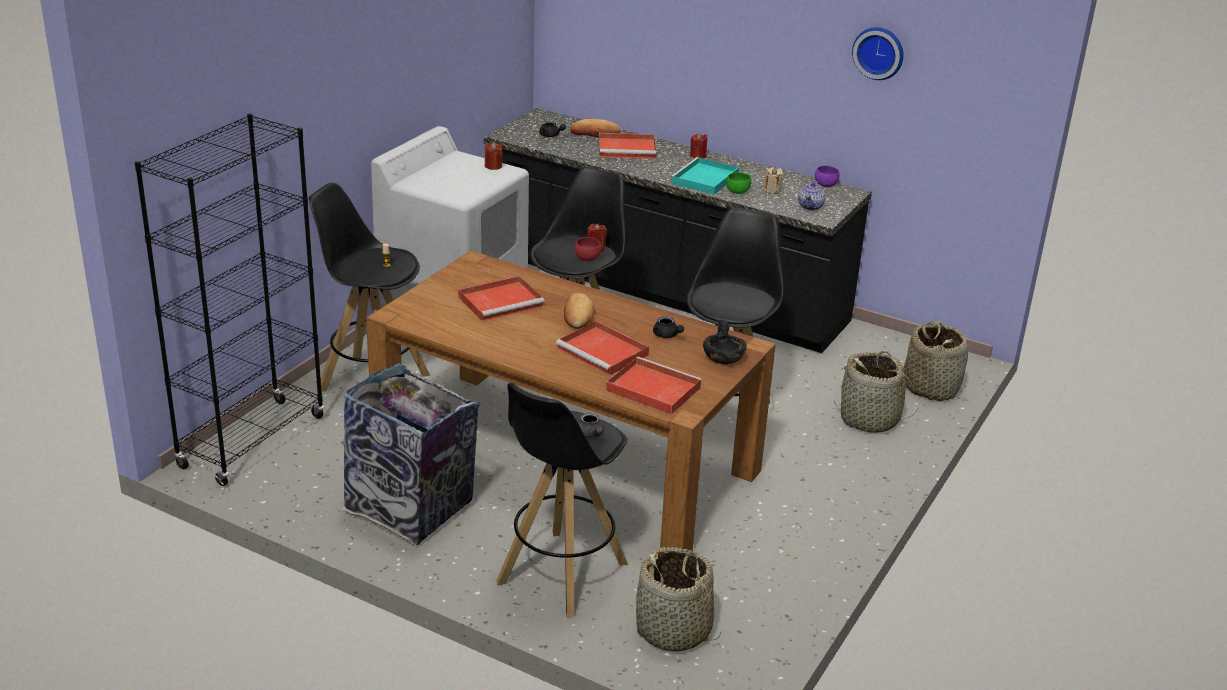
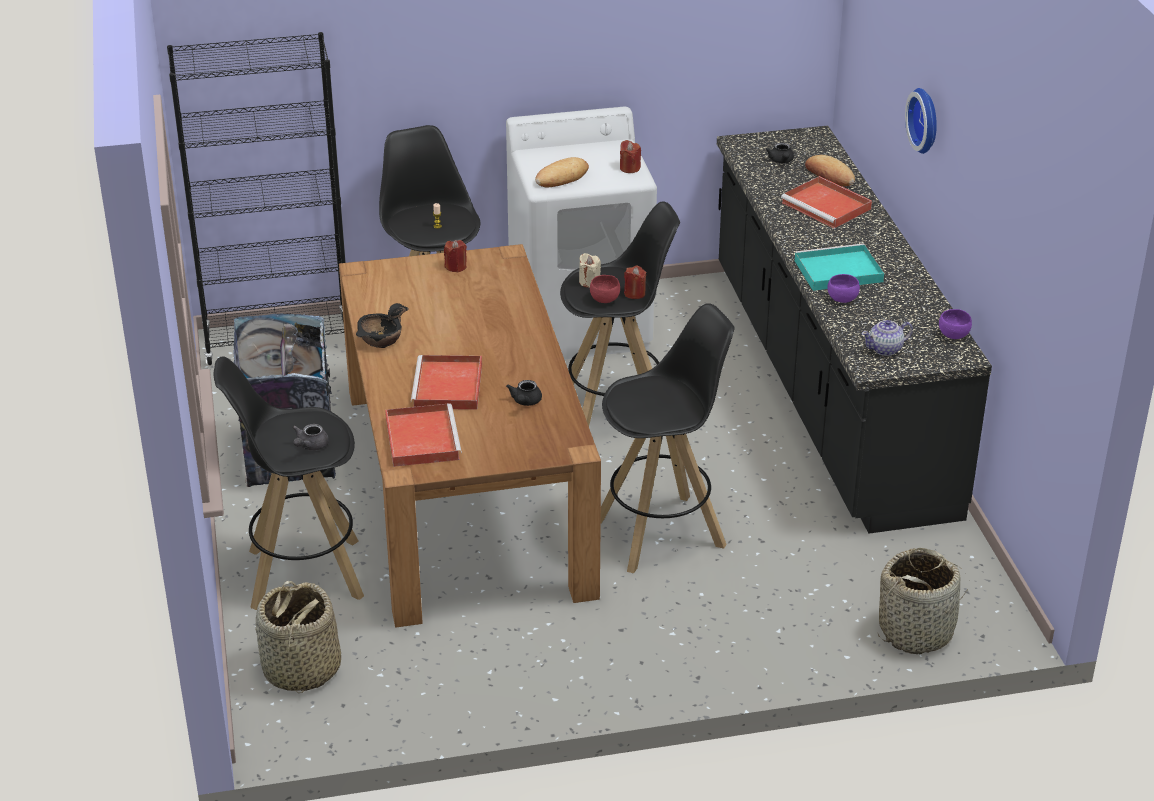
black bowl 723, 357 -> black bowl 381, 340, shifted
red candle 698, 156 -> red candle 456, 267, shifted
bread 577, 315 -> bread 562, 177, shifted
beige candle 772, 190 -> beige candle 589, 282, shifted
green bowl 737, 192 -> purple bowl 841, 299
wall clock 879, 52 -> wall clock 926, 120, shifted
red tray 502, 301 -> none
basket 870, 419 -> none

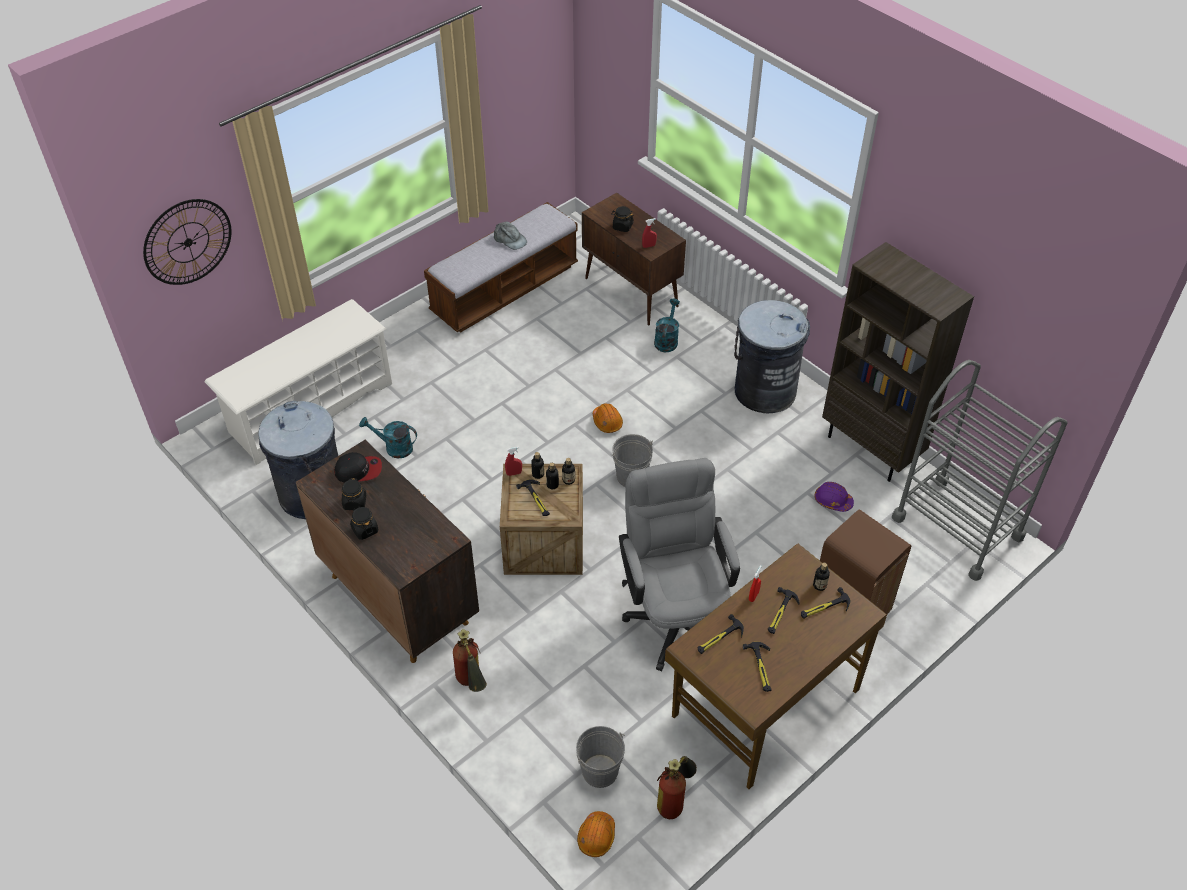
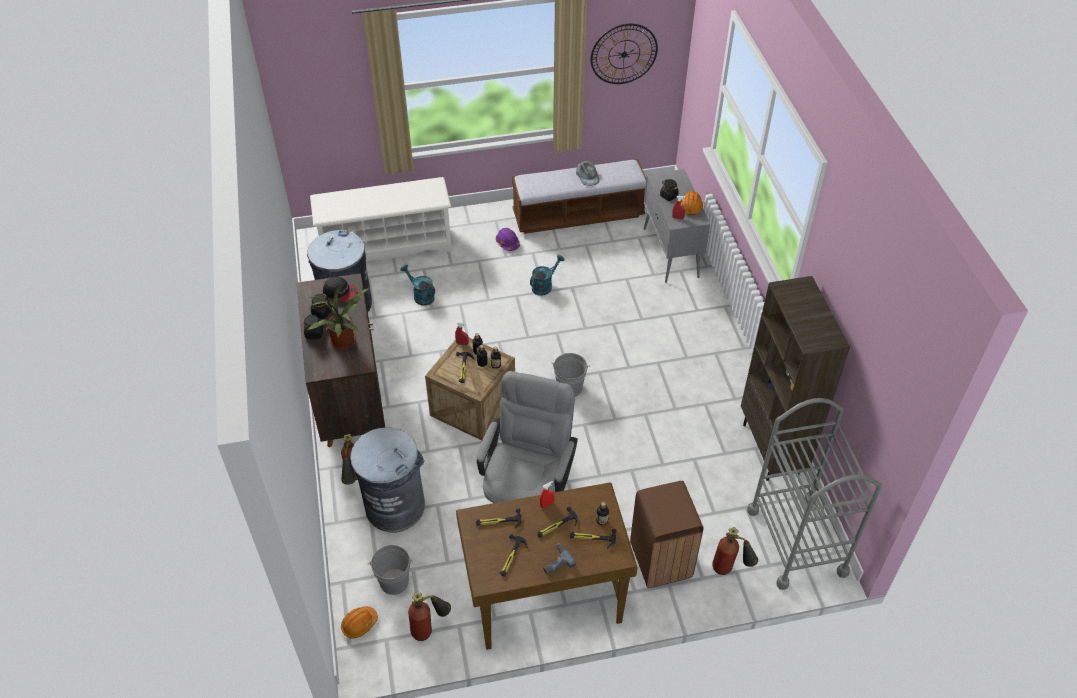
none -> potted plant 344, 343
grey trash can 764, 390 -> grey trash can 395, 506, shifted
purple hard hat 832, 501 -> purple hard hat 507, 243, shifted
turquoise watering can 667, 340 -> turquoise watering can 544, 285, shifted
none -> power drill 555, 561
wall clock 188, 242 -> wall clock 624, 54, shifted
brown cabinet 632, 293 -> grey cabinet 671, 253
orange hard hat 607, 422 -> orange hard hat 691, 207, shifted
none -> fire extinguisher 730, 569

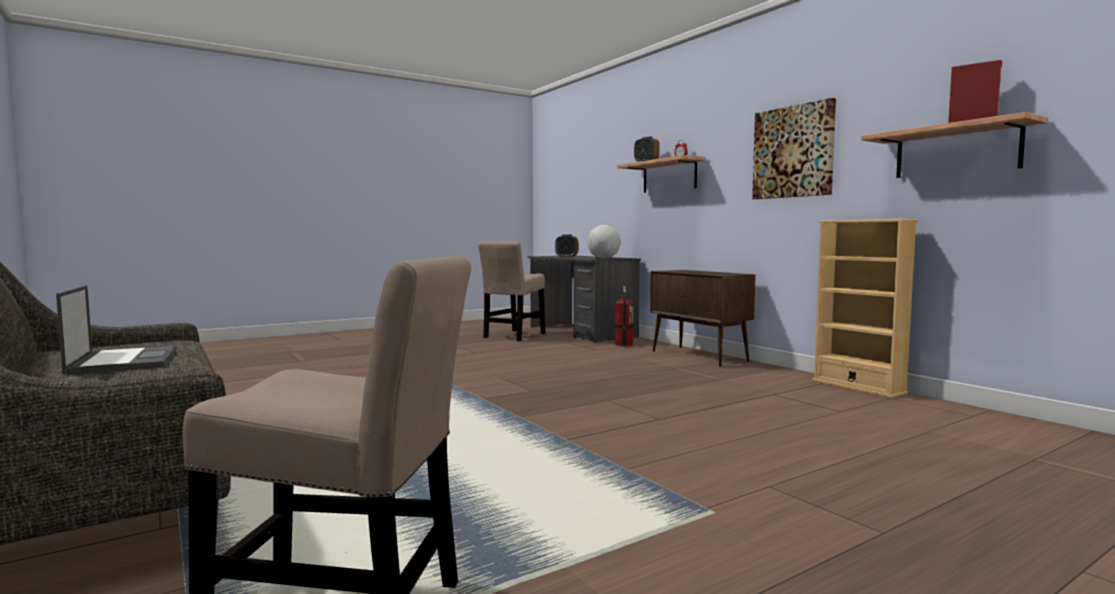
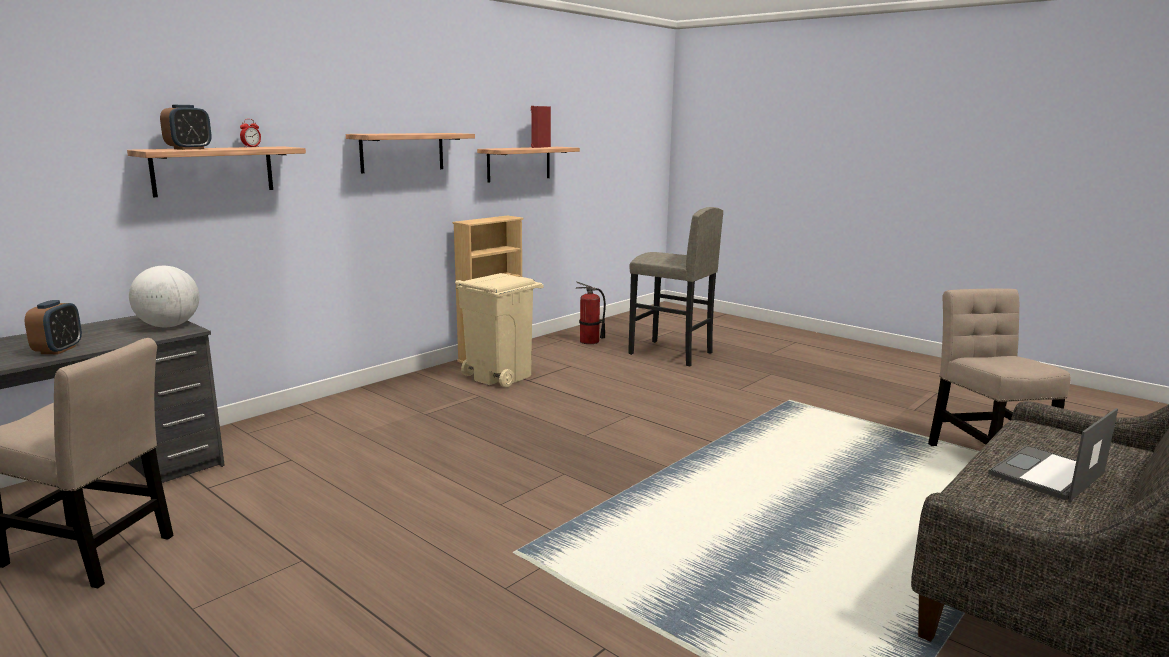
picture 793, 152 -> shelf 402, 152
none -> beige trash can 500, 376
fire extinguisher 623, 344 -> fire extinguisher 589, 341, shifted
none -> grey stool 670, 353
brown cabinet 699, 356 -> none

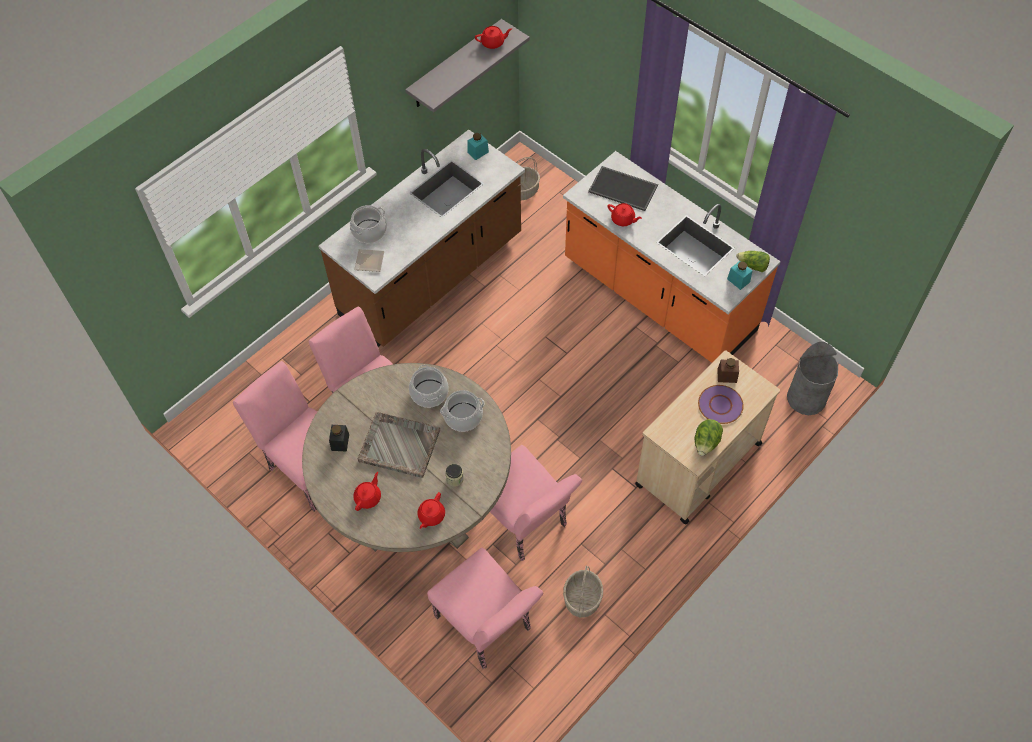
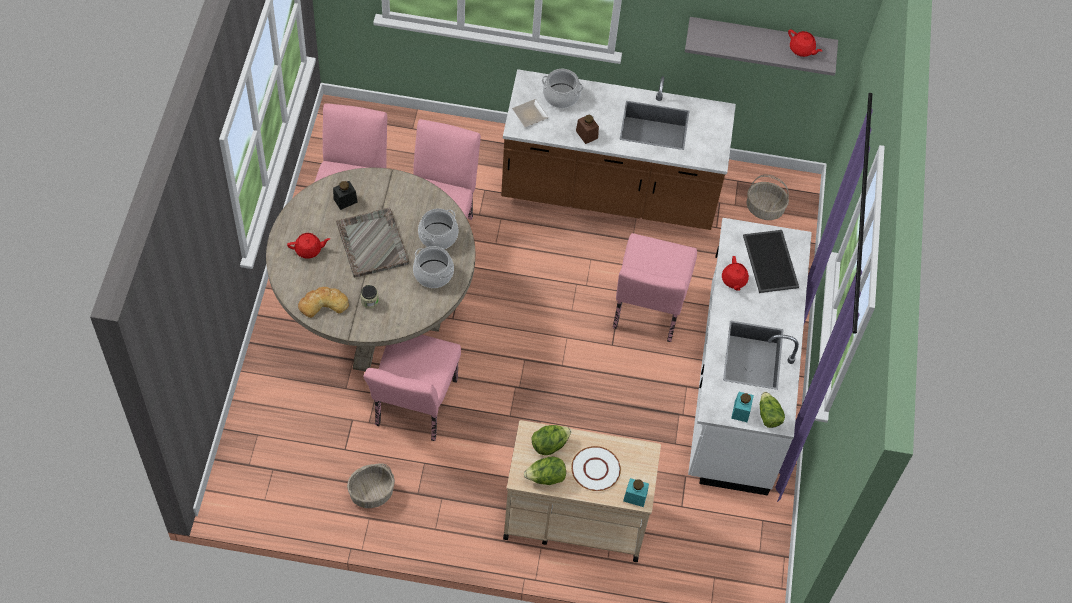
red teapot 431, 516 -> bread 323, 303
none -> lettuce 549, 445
purple plate 720, 405 -> white plate 596, 469
brown jar 727, 376 -> brown jar 586, 134, shifted
pink chair 488, 628 -> pink chair 647, 312, shifted
turquoise jar 478, 152 -> turquoise jar 635, 496, shifted
orange counter 658, 297 -> white counter 735, 388
grey trash can 806, 398 -> none

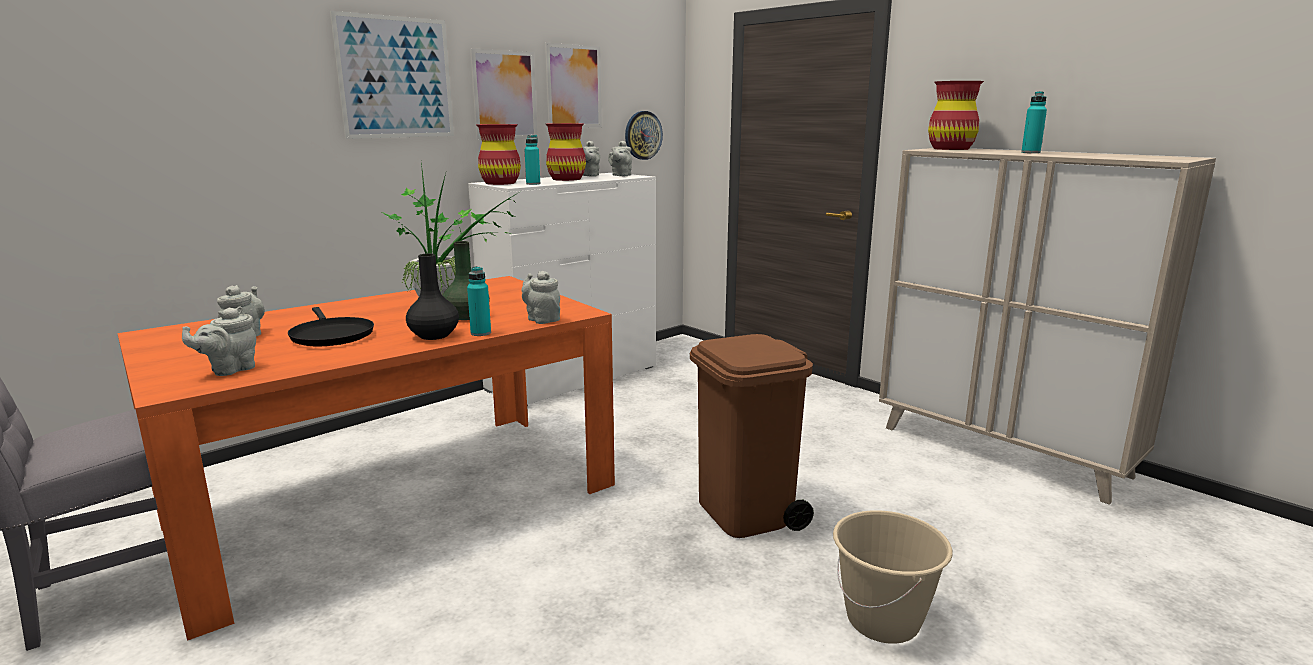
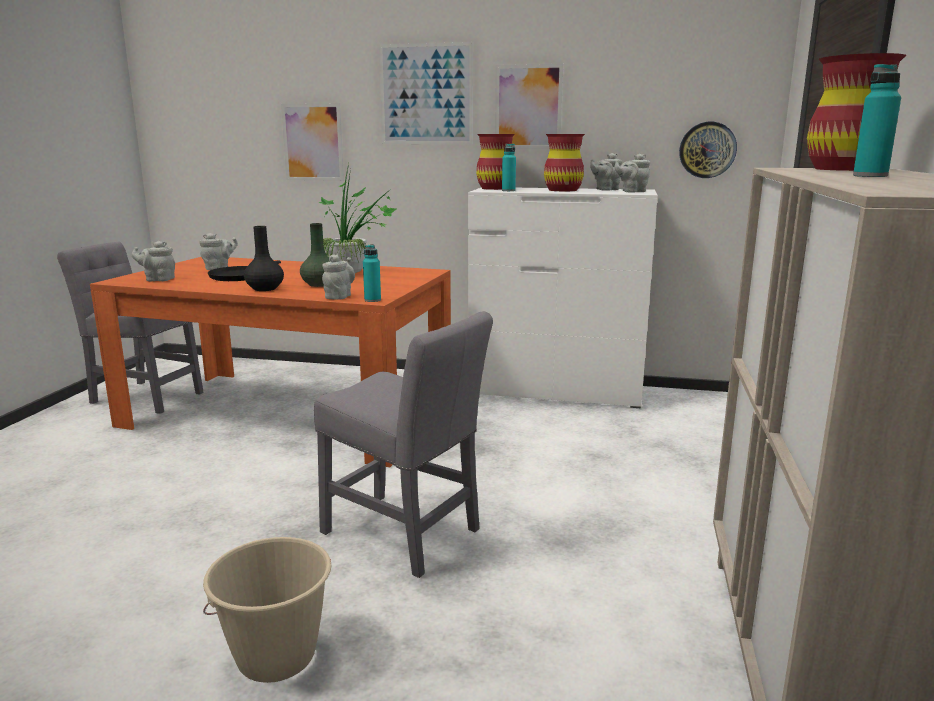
picture 574, 86 -> picture 313, 142, shifted
brown trash can 746, 513 -> grey chair 406, 535
turquoise bottle 481, 333 -> turquoise bottle 372, 300, shifted

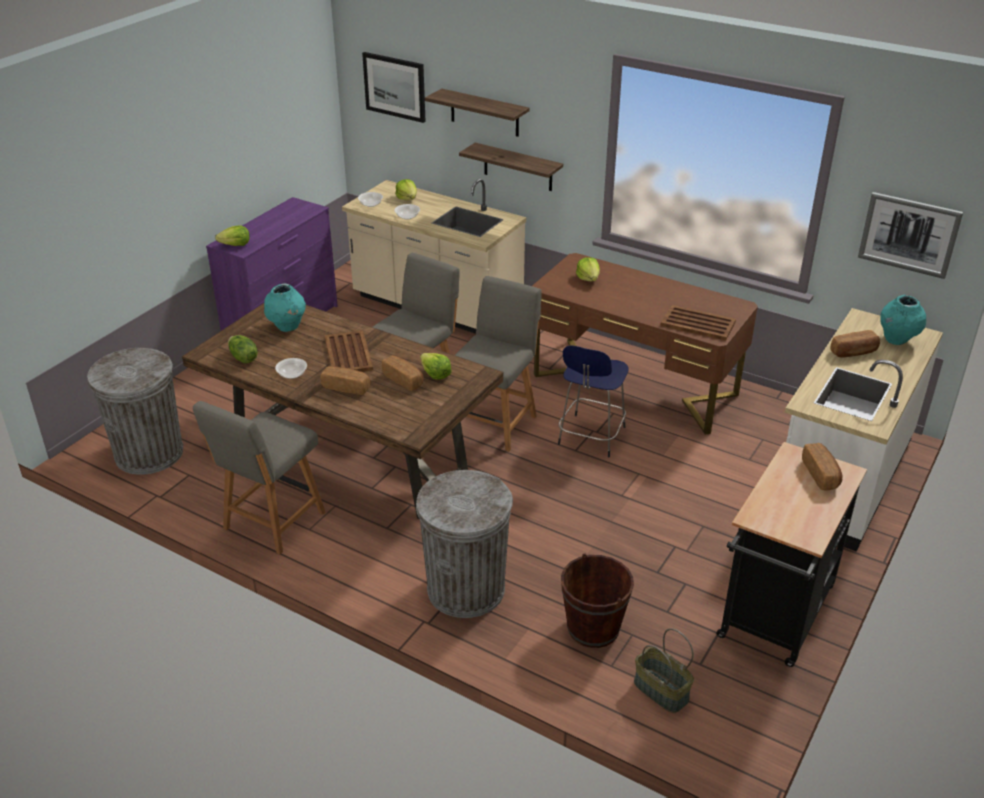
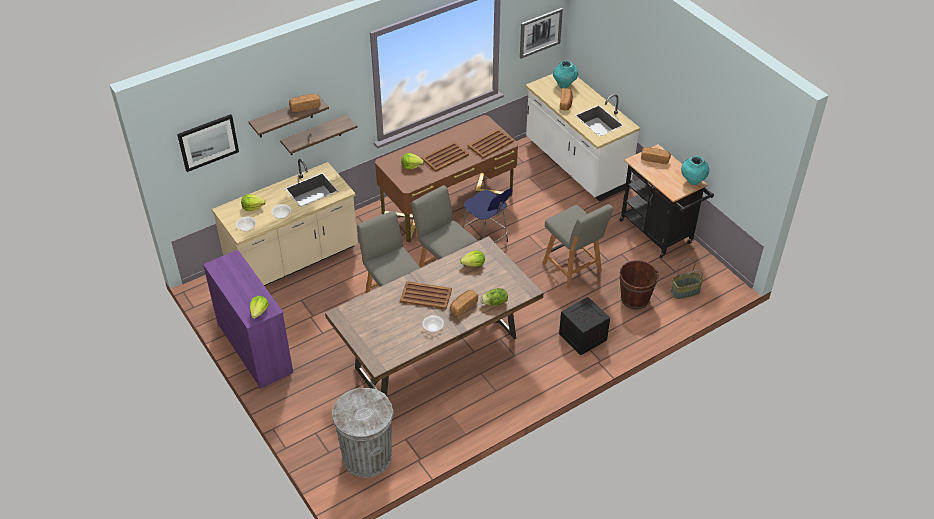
bread 404, 380 -> bread 305, 107, shifted
none -> brown tray 445, 157
lettuce 243, 358 -> lettuce 495, 303, shifted
grey chair 272, 523 -> grey chair 573, 269, shifted
grey trash can 465, 589 -> crate 582, 337
turquoise vase 287, 327 -> turquoise vase 693, 181, shifted

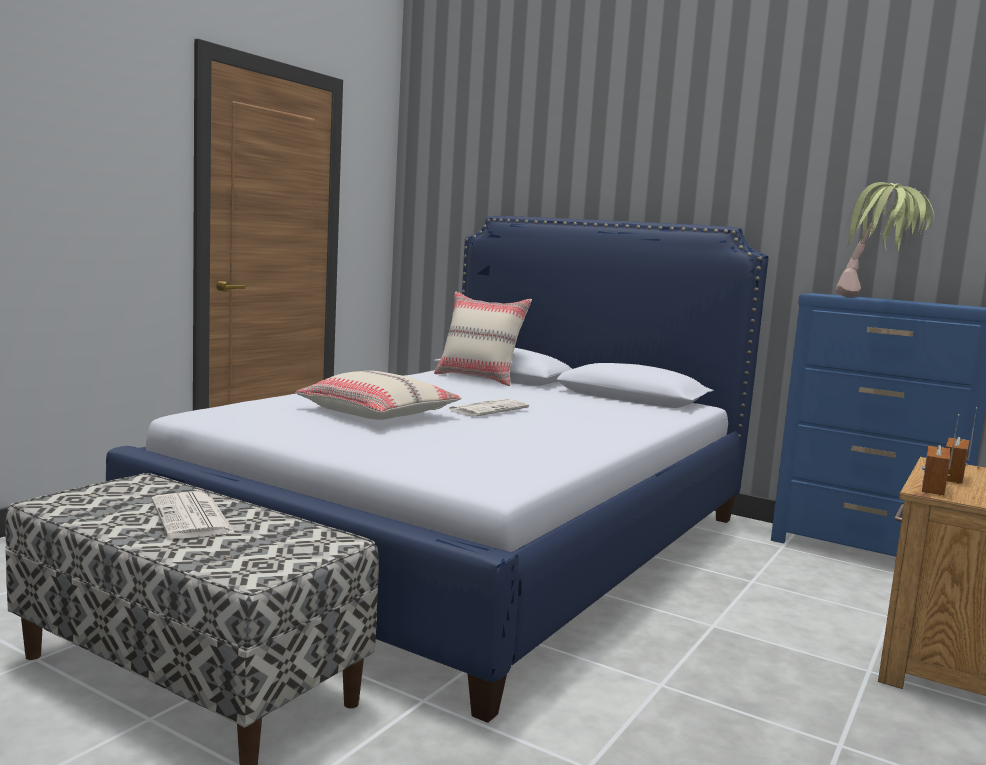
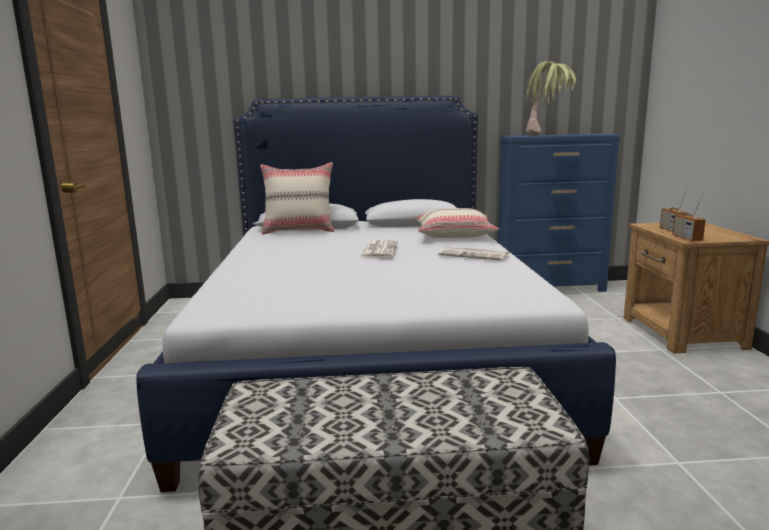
beige pillow 378, 413 -> beige pillow 454, 235, shifted
newspaper 193, 517 -> newspaper 475, 255, shifted

